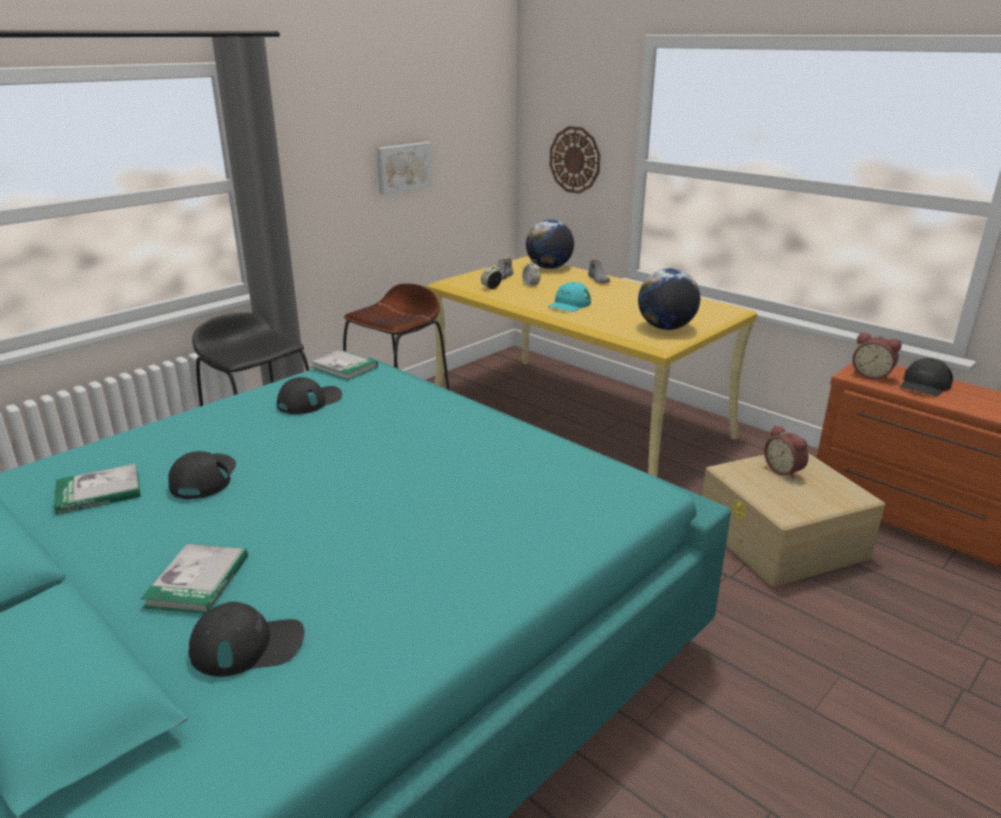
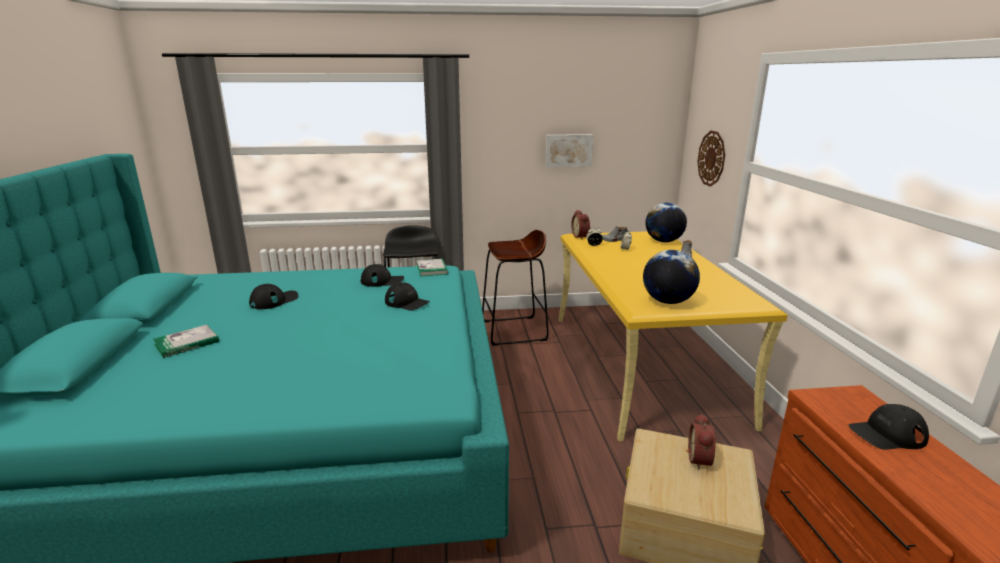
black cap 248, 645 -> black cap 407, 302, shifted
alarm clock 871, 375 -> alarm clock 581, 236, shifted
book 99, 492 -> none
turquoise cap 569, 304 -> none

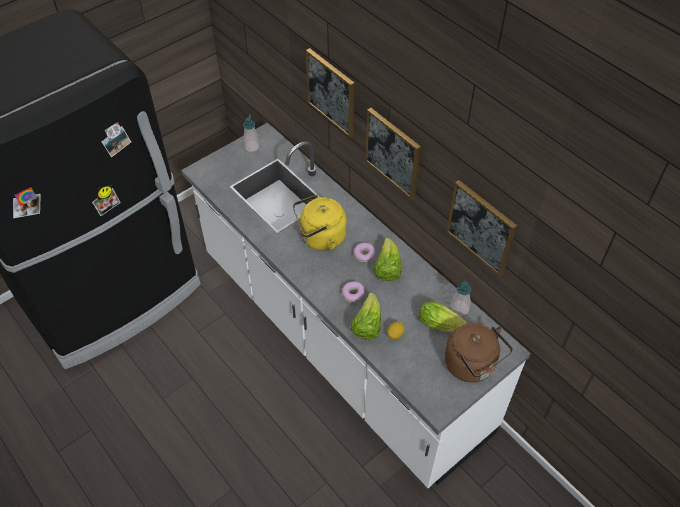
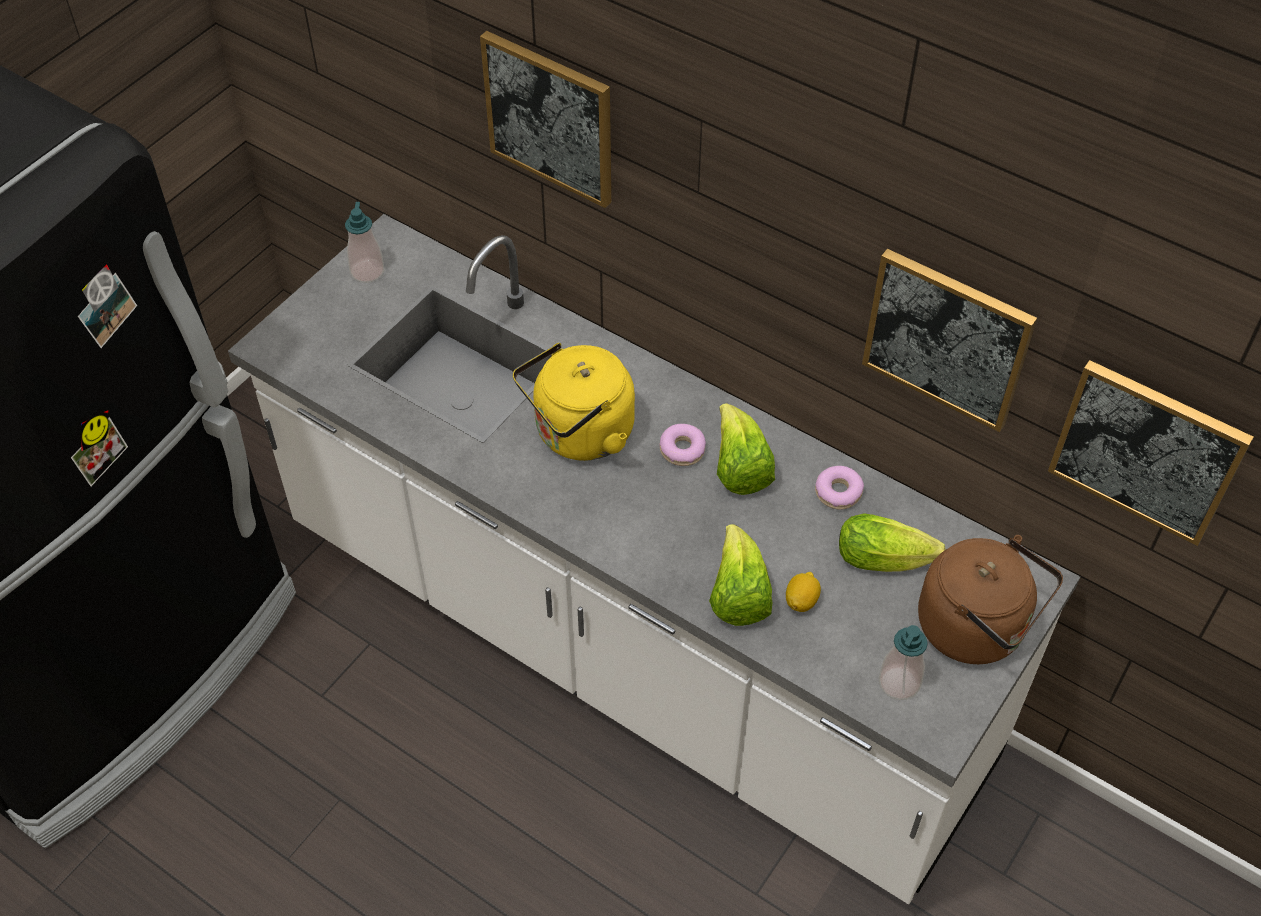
donut 353, 294 -> donut 838, 492, shifted
soap dispenser 459, 309 -> soap dispenser 899, 683, shifted
picture 393, 152 -> picture 1147, 451, shifted

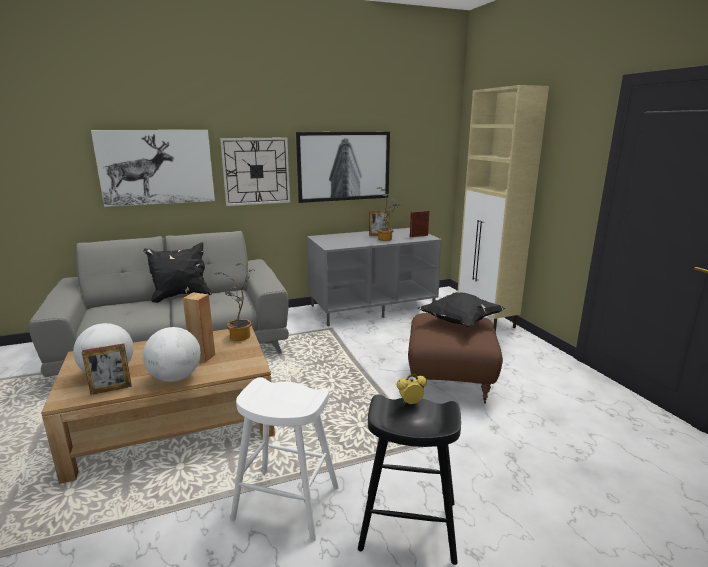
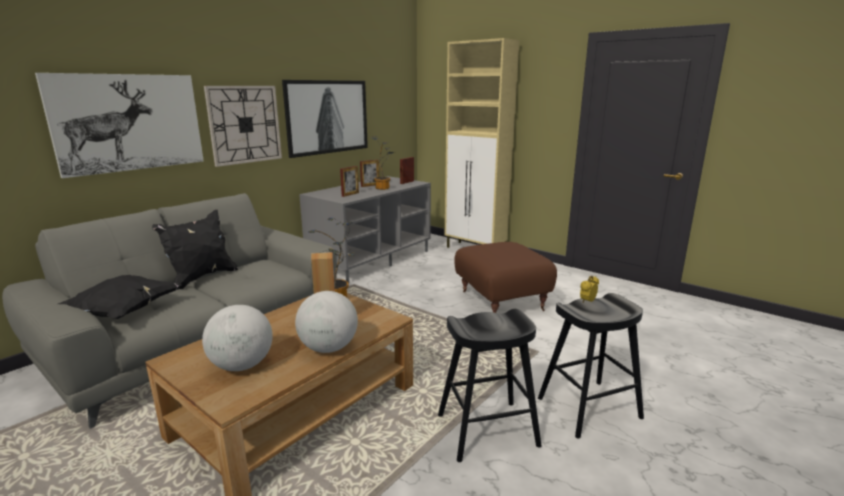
black pillow 460, 322 -> black pillow 124, 312, shifted
picture frame 111, 389 -> picture frame 350, 194, shifted
white stool 287, 503 -> black stool 487, 430

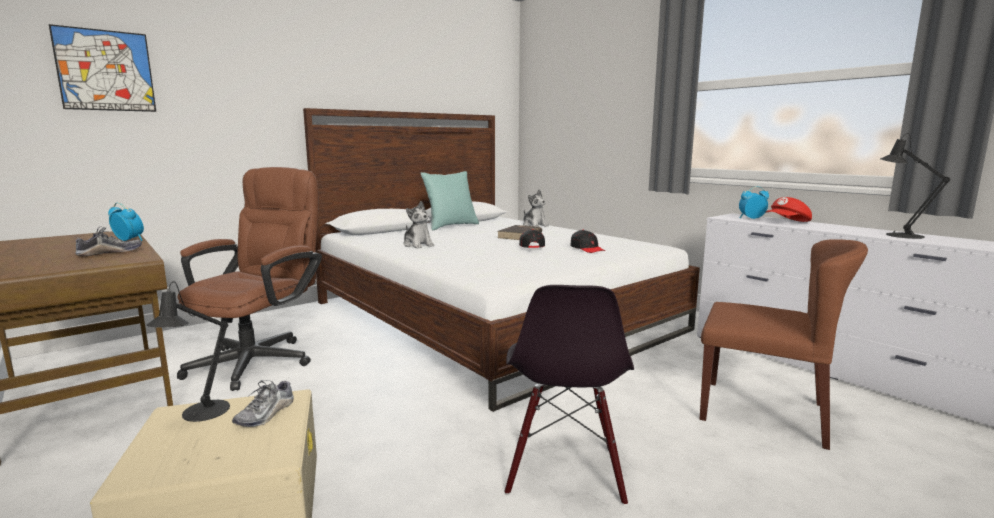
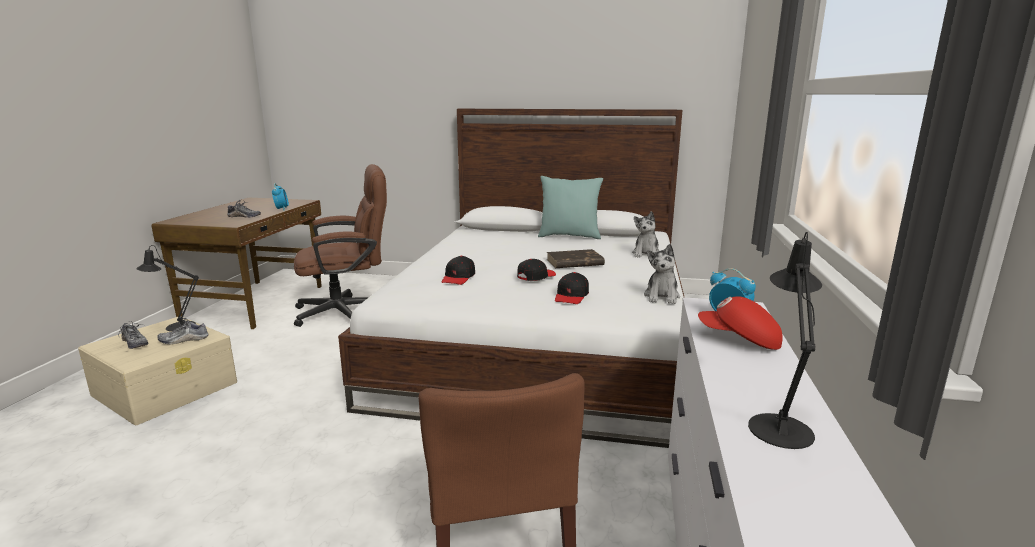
none -> shoe 134, 343
none -> black cap 458, 278
plush toy 418, 245 -> plush toy 662, 296, shifted
picture 105, 70 -> none
black chair 565, 472 -> none

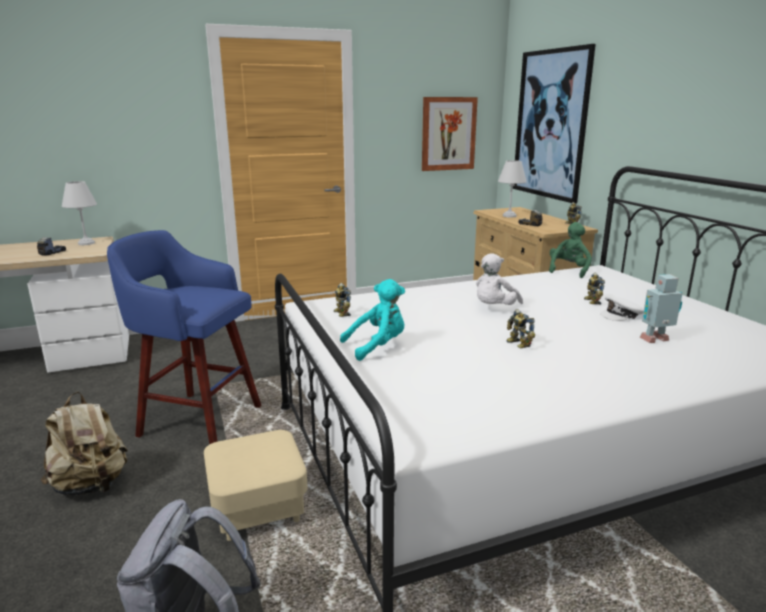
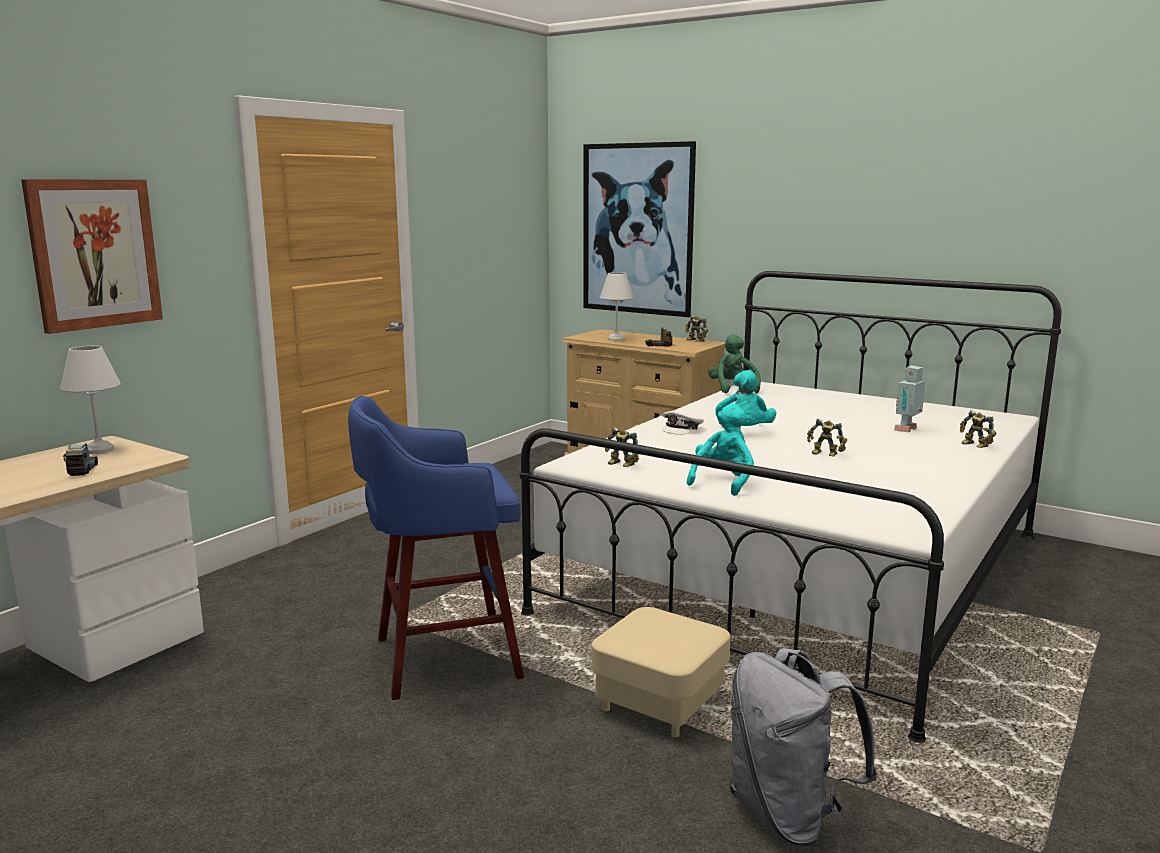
picture 448, 134 -> picture 94, 254, shifted
white cap 622, 315 -> white cap 682, 429, shifted
white plush toy 494, 308 -> turquoise plush toy 744, 431
toy robot 591, 301 -> toy robot 974, 445, shifted
beige backpack 91, 485 -> none

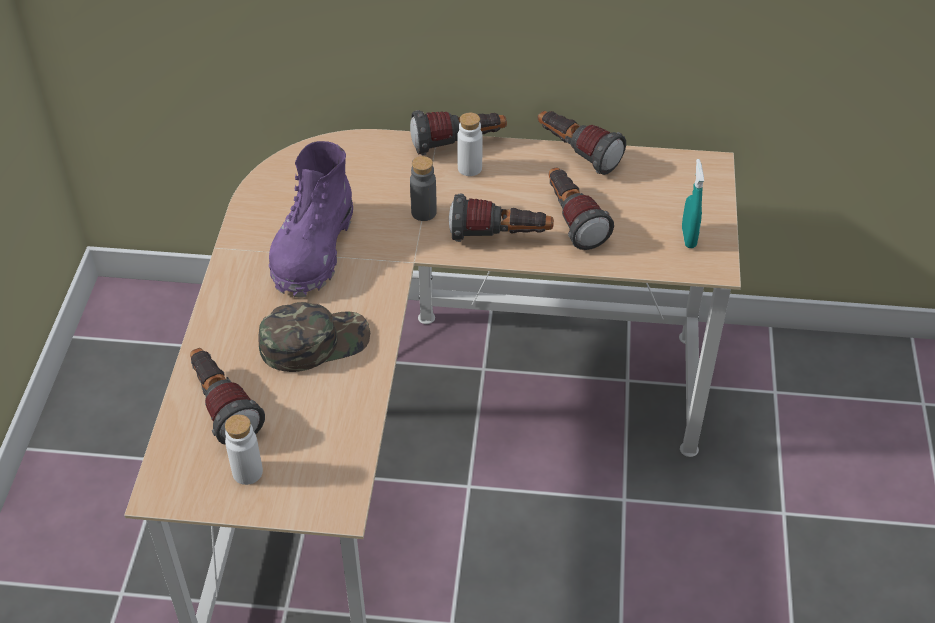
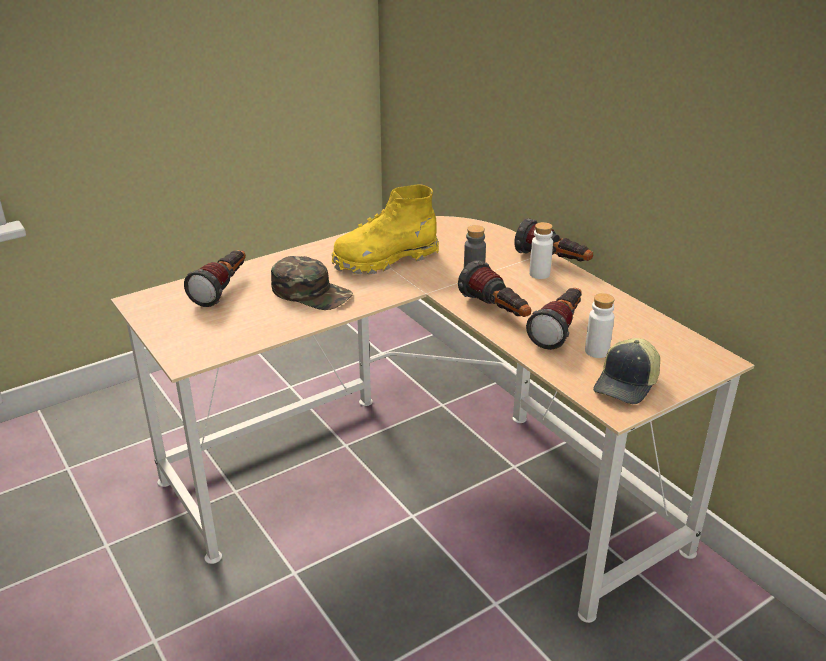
purple boot 313, 250 -> yellow boot 384, 259
white bottle 247, 472 -> white bottle 596, 351, shifted
turquoise spray bottle 688, 237 -> cap 627, 384
flashlight 576, 153 -> none

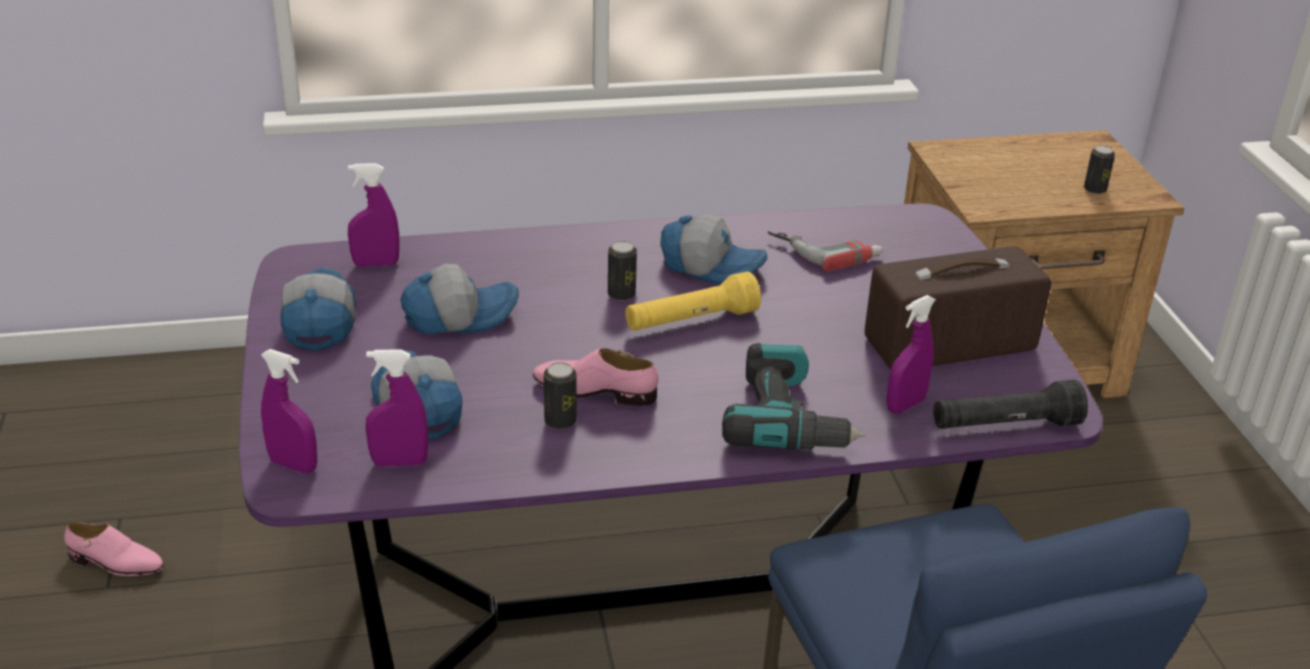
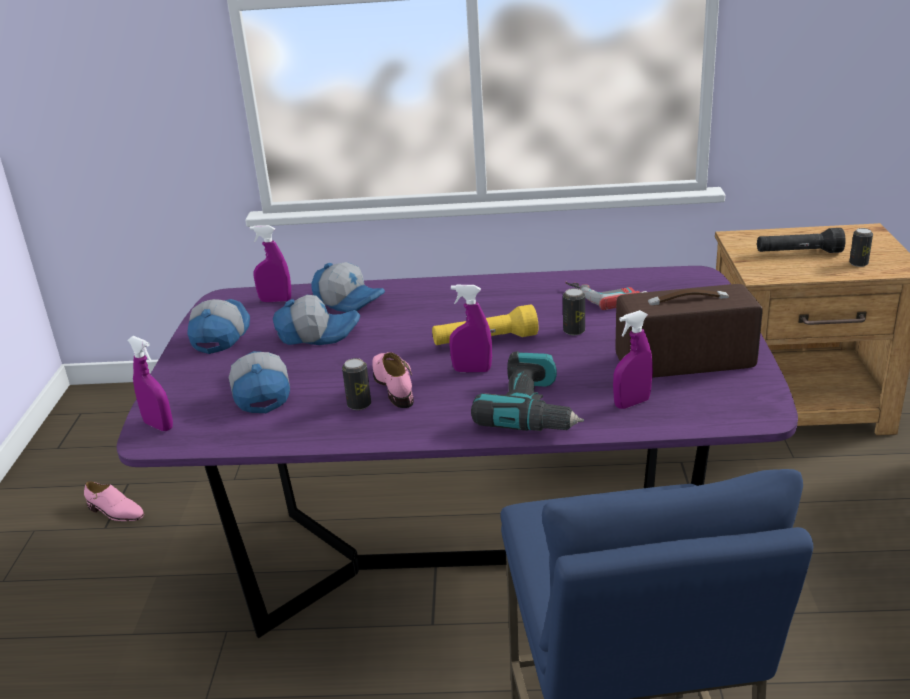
cap 711, 265 -> cap 349, 300, shifted
pink shoe 595, 391 -> pink shoe 393, 385, 45 degrees clockwise
purple spray bottle 399, 462 -> purple spray bottle 472, 370, shifted
can 621, 294 -> can 574, 331, shifted
black flashlight 1004, 426 -> black flashlight 798, 253, shifted

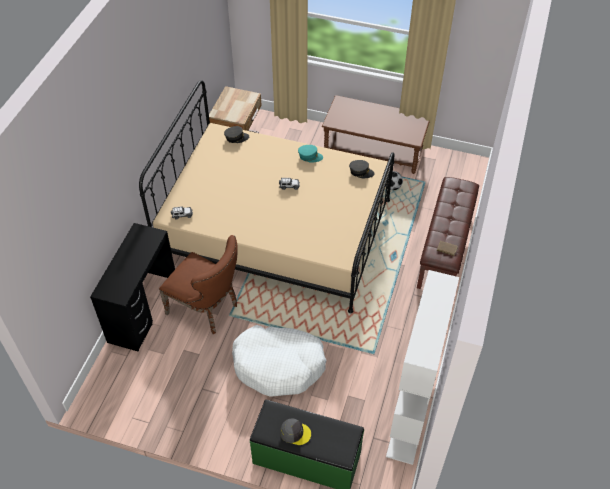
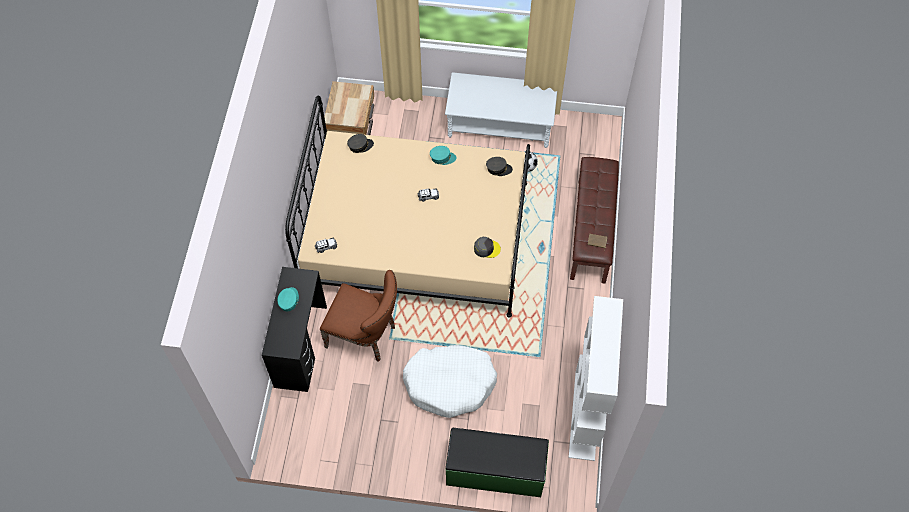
none -> turquoise cap 289, 300
brown coffee table 373, 150 -> grey coffee table 499, 124
grey cap 295, 433 -> grey cap 486, 248, shifted

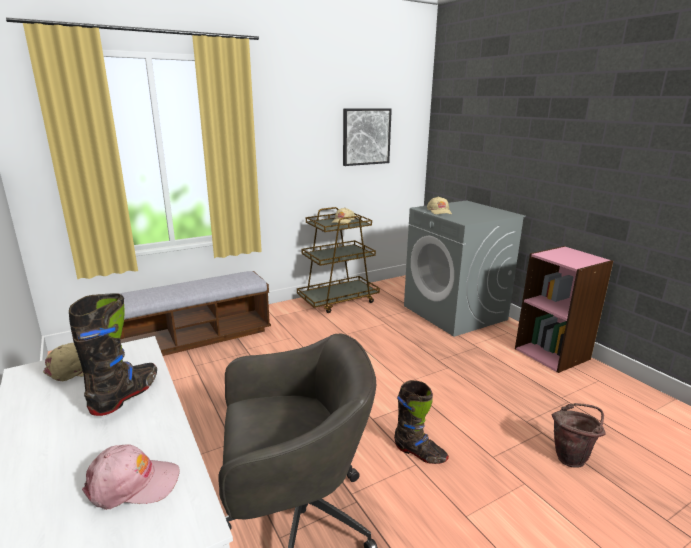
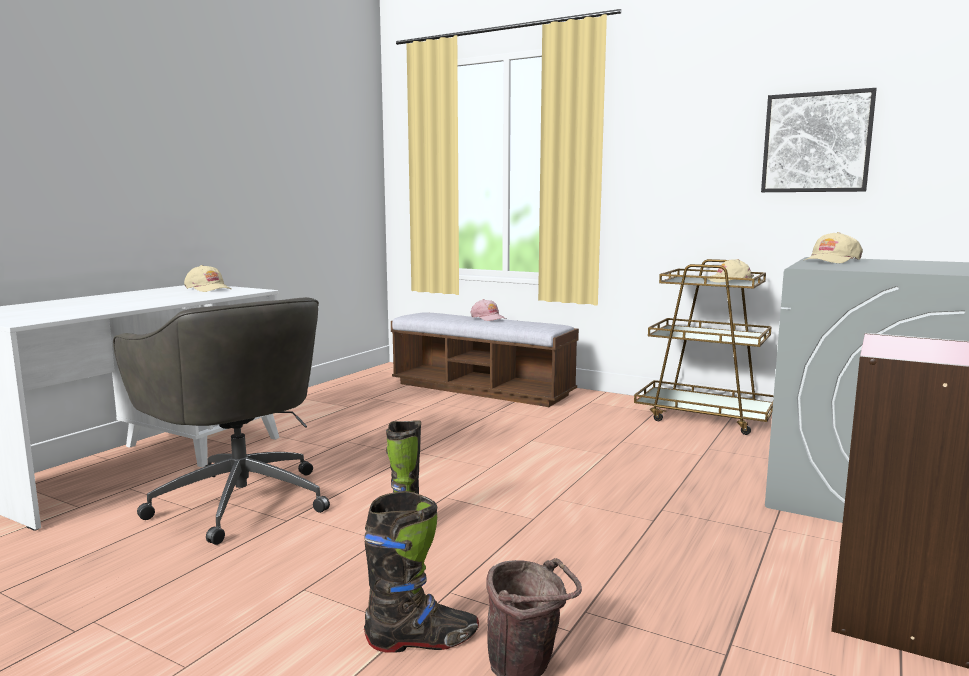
black boot 126, 395 -> black boot 422, 641, shifted
pink cap 132, 483 -> pink cap 488, 318, shifted

